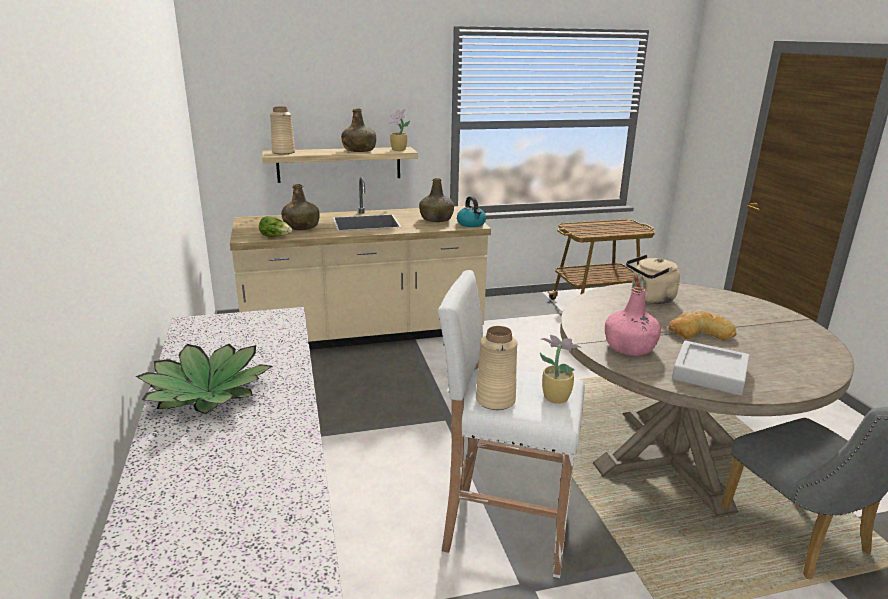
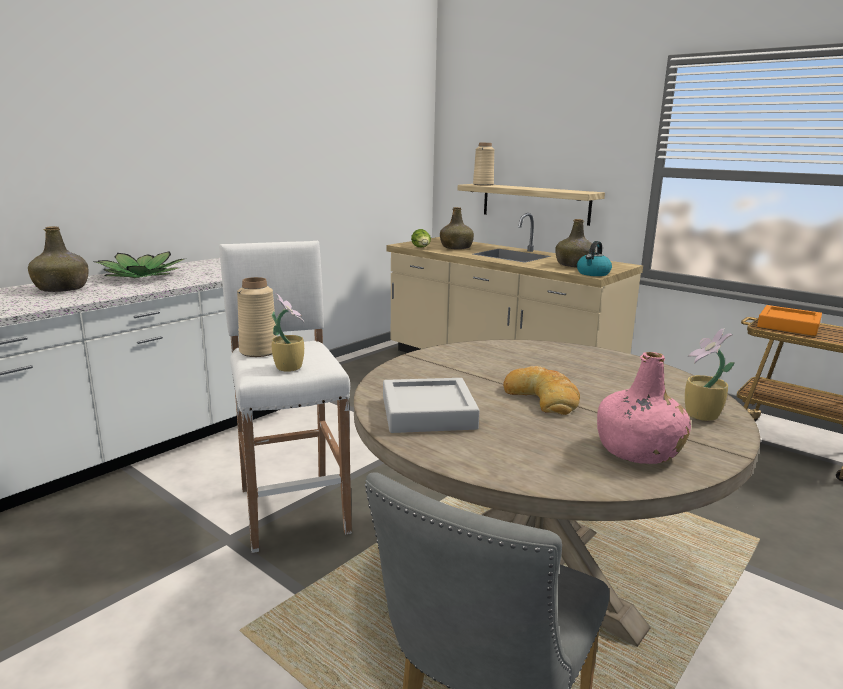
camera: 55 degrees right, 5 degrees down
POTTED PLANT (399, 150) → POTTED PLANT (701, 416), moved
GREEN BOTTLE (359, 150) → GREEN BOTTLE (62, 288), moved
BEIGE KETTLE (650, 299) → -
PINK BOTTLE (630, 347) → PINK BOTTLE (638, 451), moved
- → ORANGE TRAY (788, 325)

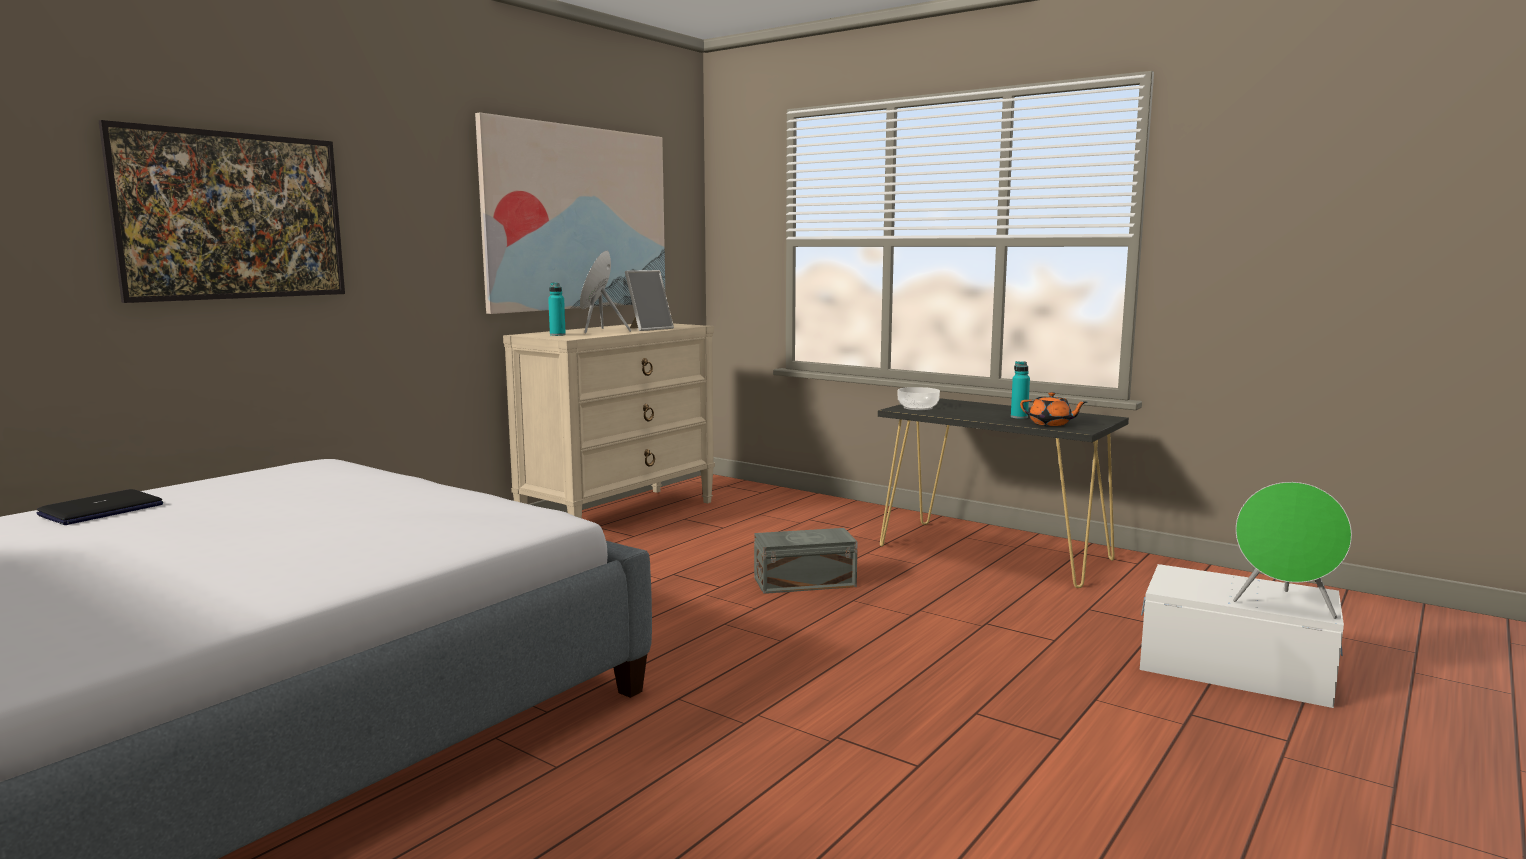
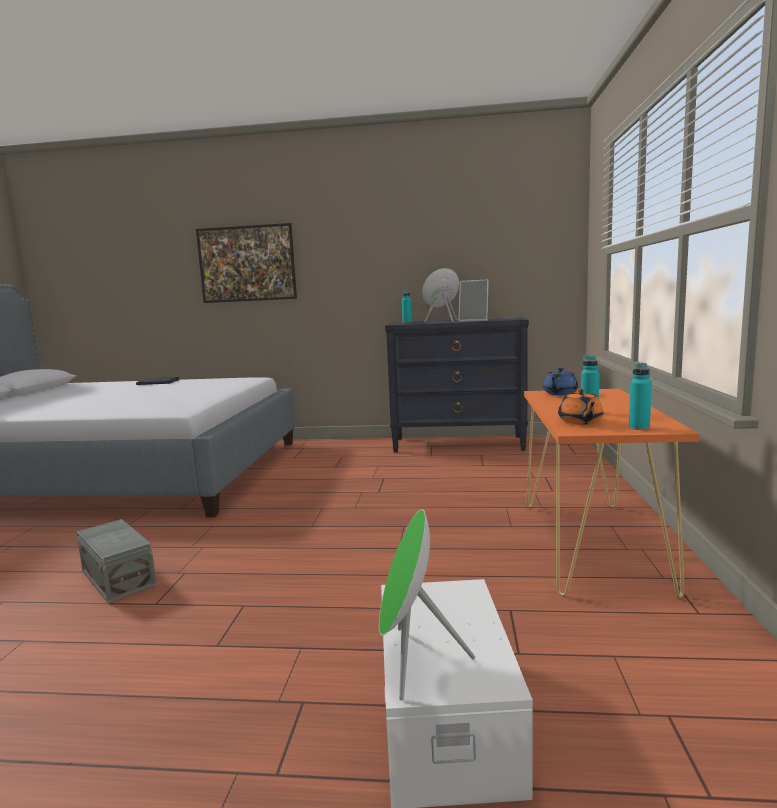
camera: 60 degrees right, 0 degrees up
PICTURE (578, 218) → -
BEIGE DRESSER (620, 515) → BLACK DRESSER (459, 444)
BOWL (918, 407) → BLUE TEAPOT (559, 393)
BLACK CONSOLE TABLE (994, 553) → ORANGE CONSOLE TABLE (591, 544)
GREY STORAGE BOX (802, 581) → GREY STORAGE BOX (119, 577), moved
- → TURQUOISE BOTTLE (639, 428)

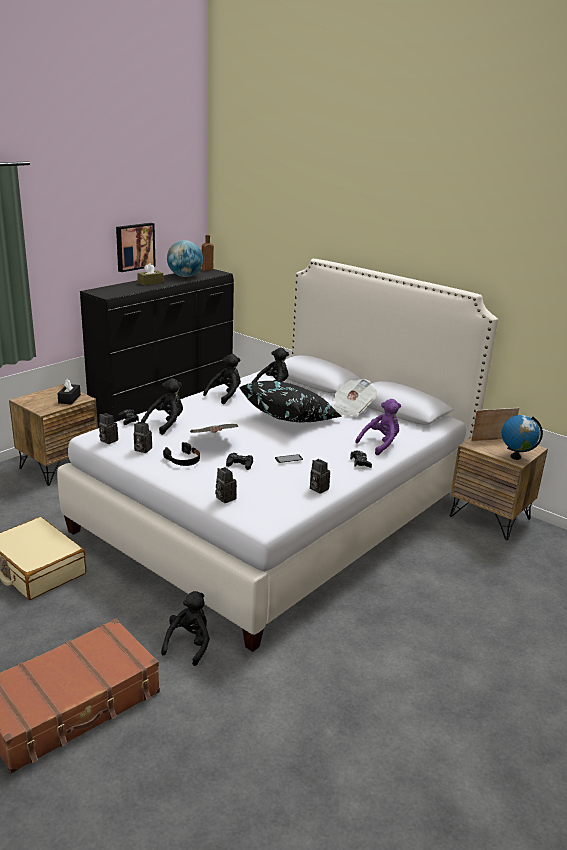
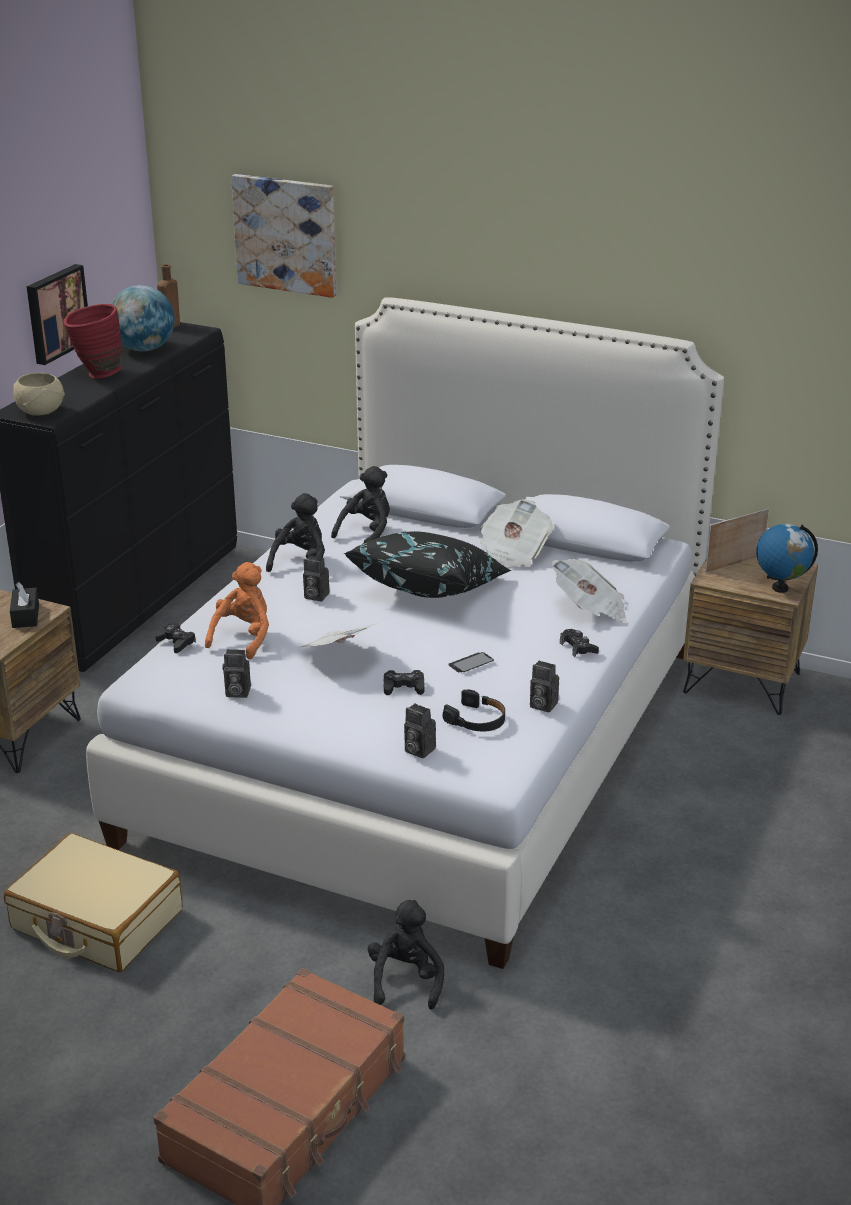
camera: 15 degrees left, 5 degrees up
BROWN TISSUE BOX (150, 282) → RED VASE (96, 374)
BLACK PLUSH TOY (166, 424) → ORANGE PLUSH TOY (243, 637)
PURPLE PLUSH TOY (380, 444) → NEWSPAPER (590, 609)
PHOTO CAMERA (107, 440) → PHOTO CAMERA (314, 596), moved
BLACK HEADPHONES (183, 460) → BLACK HEADPHONES (476, 720), moved
- → PICTURE (286, 234)
- → BEIGE BOWL (39, 412)

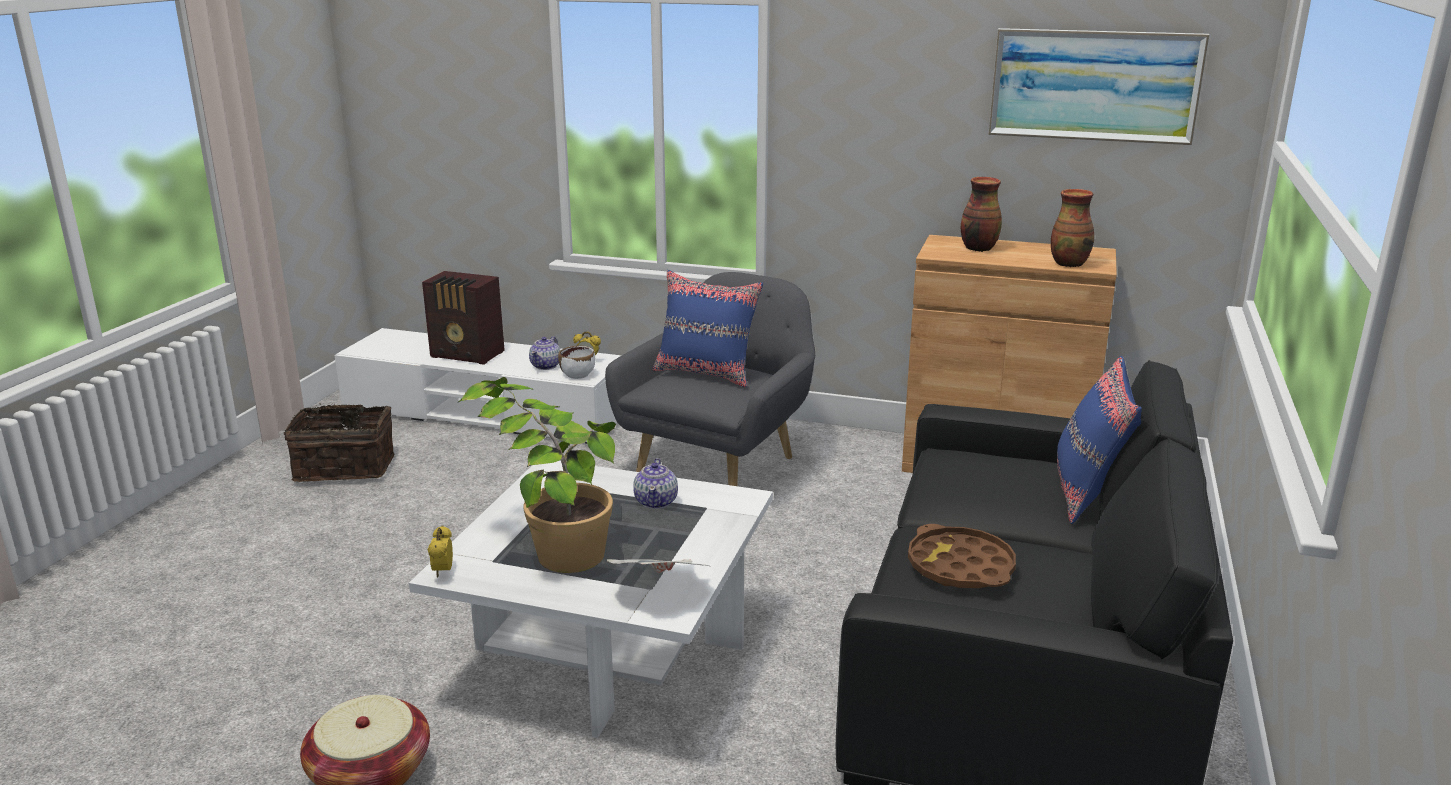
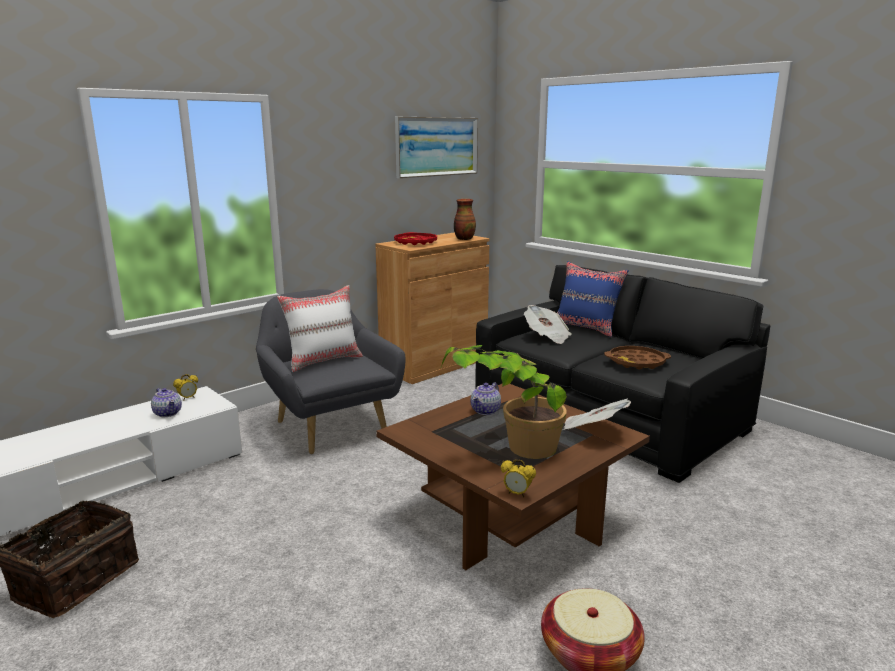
camera: 60 degrees left, 5 degrees down
VASE (977, 248) → RED TRAY (415, 242)
BLUE PILLOW (706, 373) → WHITE PILLOW (324, 360)
RADIO (468, 355) → -
WHITE BOWL (578, 375) → -
TEAPOT (656, 501) → TEAPOT (486, 410), 90 degrees clockwise
WHITE COFFEE TABLE (609, 648) → BROWN COFFEE TABLE (509, 516)
- → NEWSPAPER (547, 336)

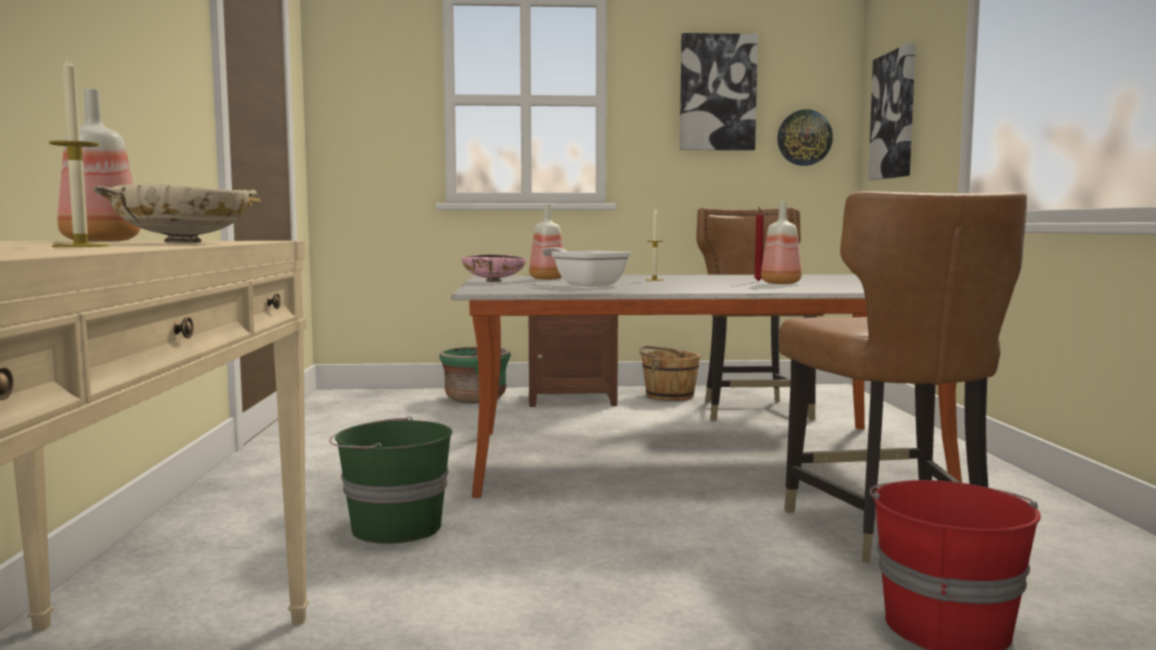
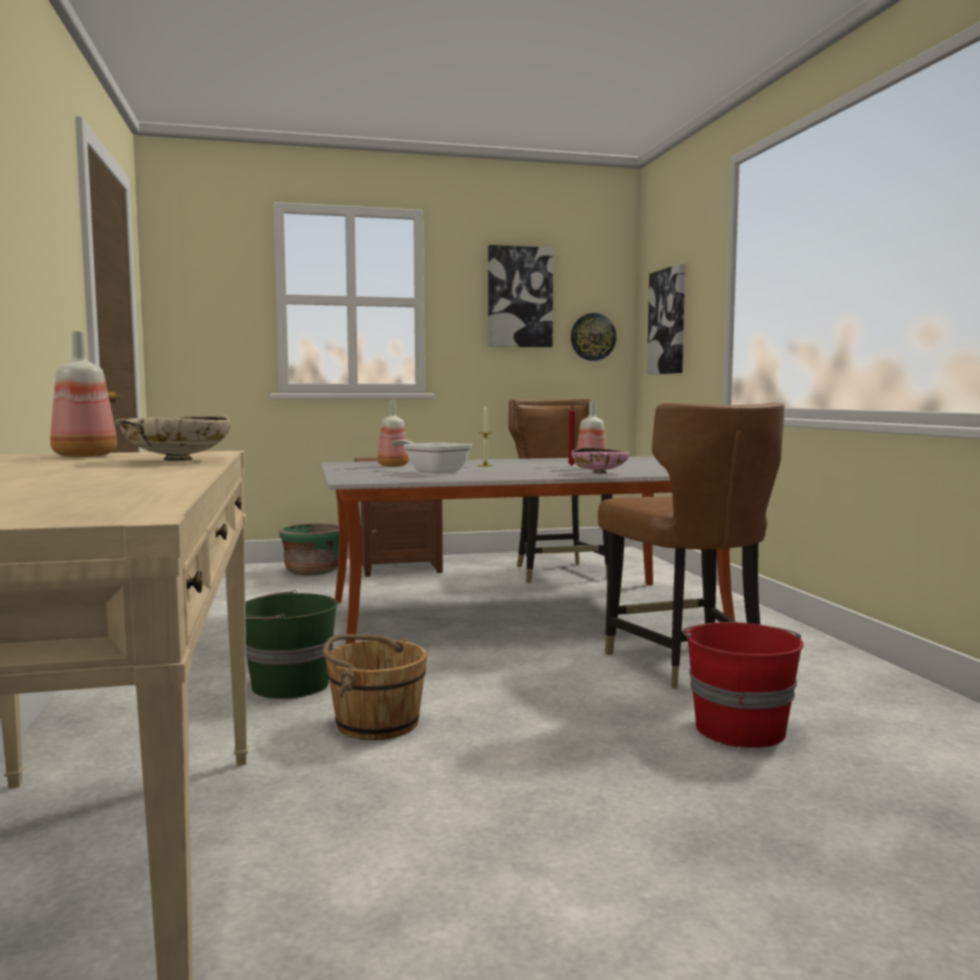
camera: 10 degrees left, 0 degrees up
CANDLE (81, 246) → -
PINK BOWL (494, 281) → PINK BOWL (600, 473), moved
BROWN BUCKET (669, 395) → BROWN BUCKET (376, 723), moved

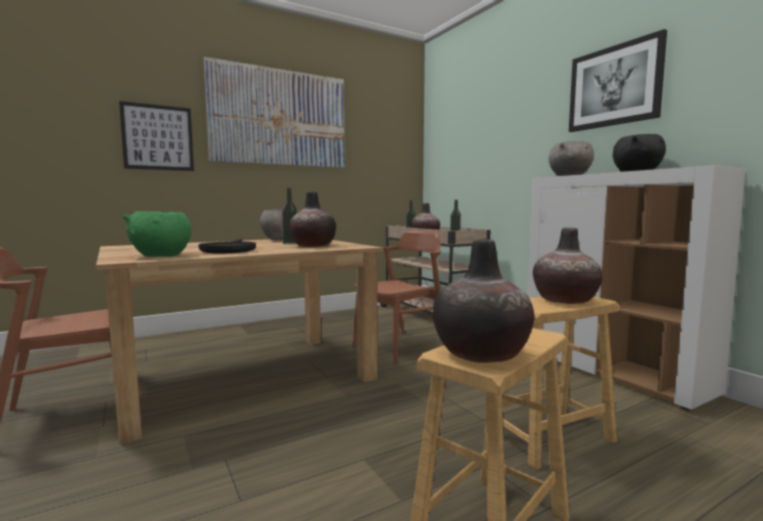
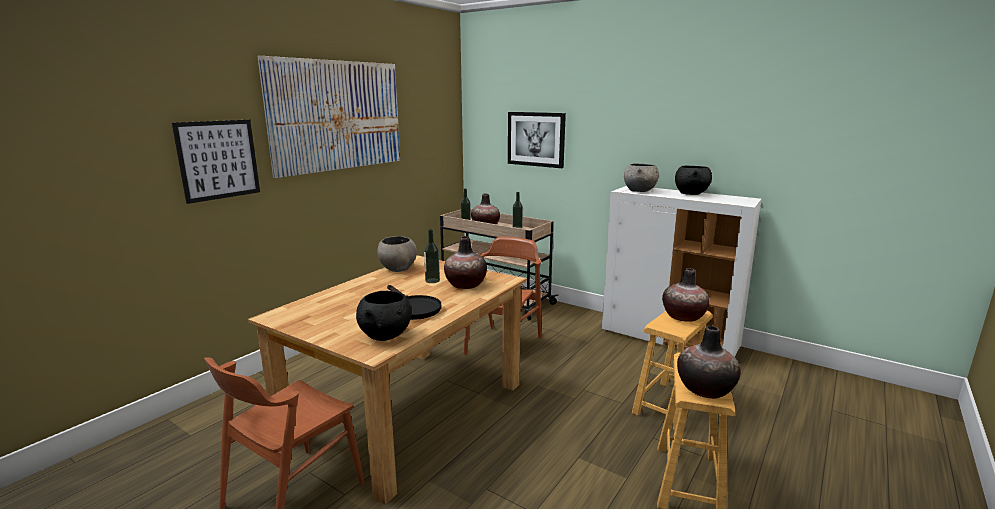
camera: 25 degrees left, 10 degrees up
PICTURE (614, 86) → PICTURE (536, 139), moved
GREEN BOWL (161, 256) → BLACK BOWL (386, 335)

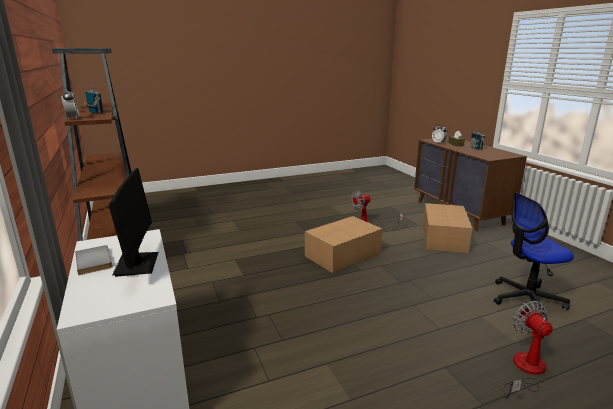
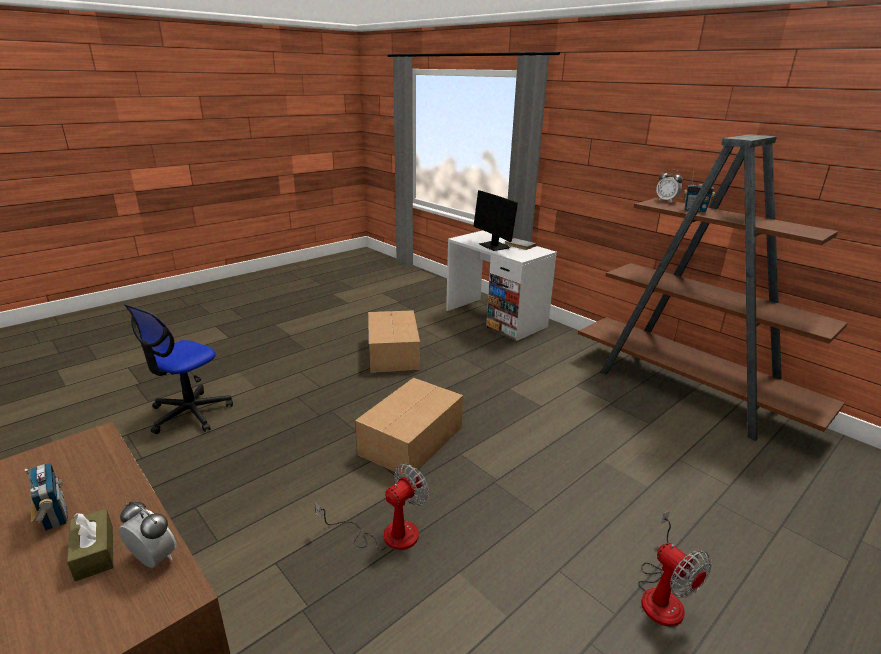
camera: 160 degrees right, 5 degrees up
OFFICE CHAIR (526, 300) → OFFICE CHAIR (190, 413), 150 degrees clockwise
CARDBOARD BOX (443, 238) → CARDBOARD BOX (393, 352), moved
FAN (526, 370) → FAN (662, 594), moved

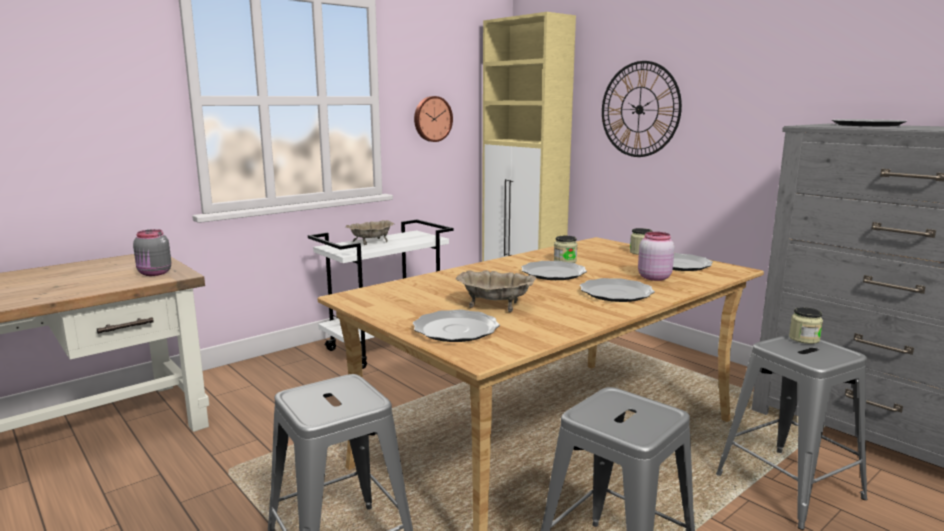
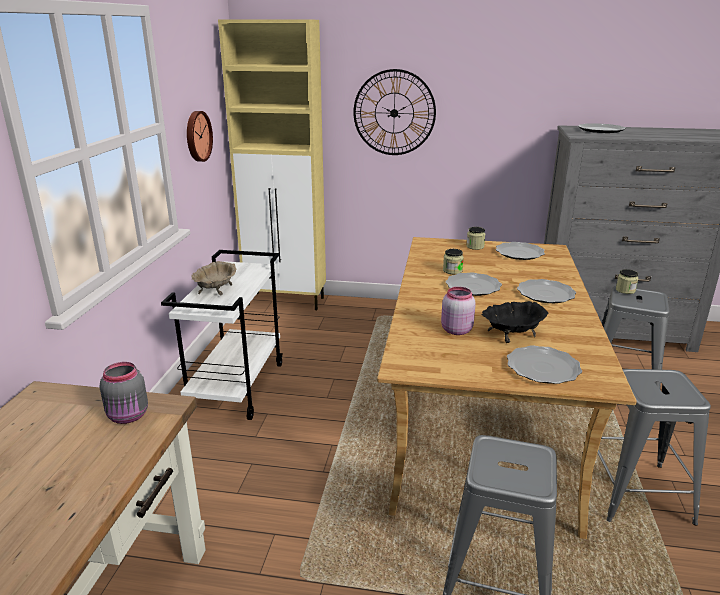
camera: 40 degrees left, 10 degrees up
PINK JAR (653, 277) → PINK JAR (455, 330), moved
BEIGE BOWL (495, 305) → BLACK BOWL (512, 334)

